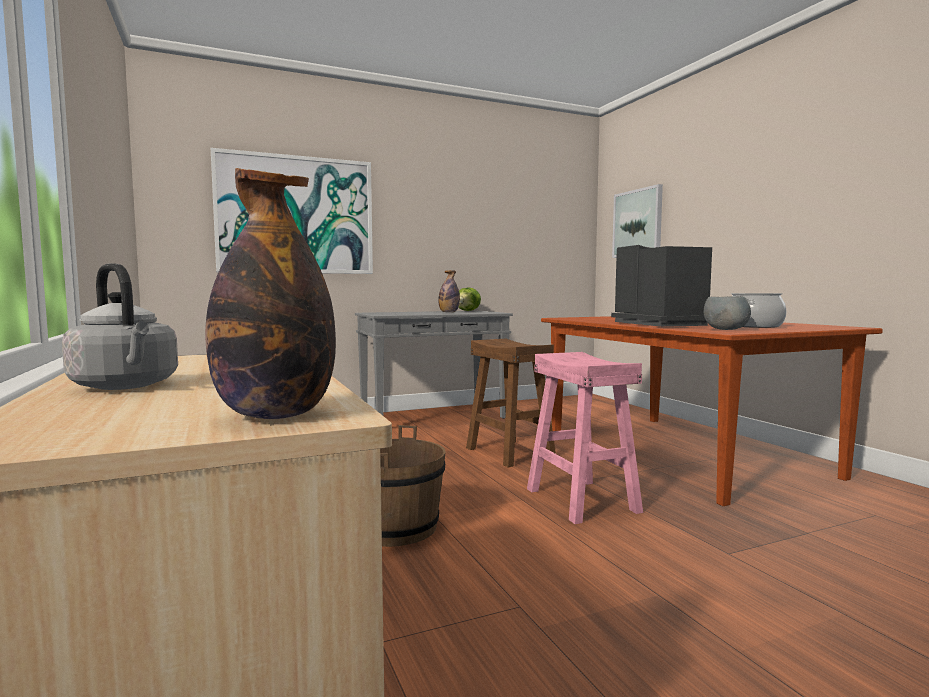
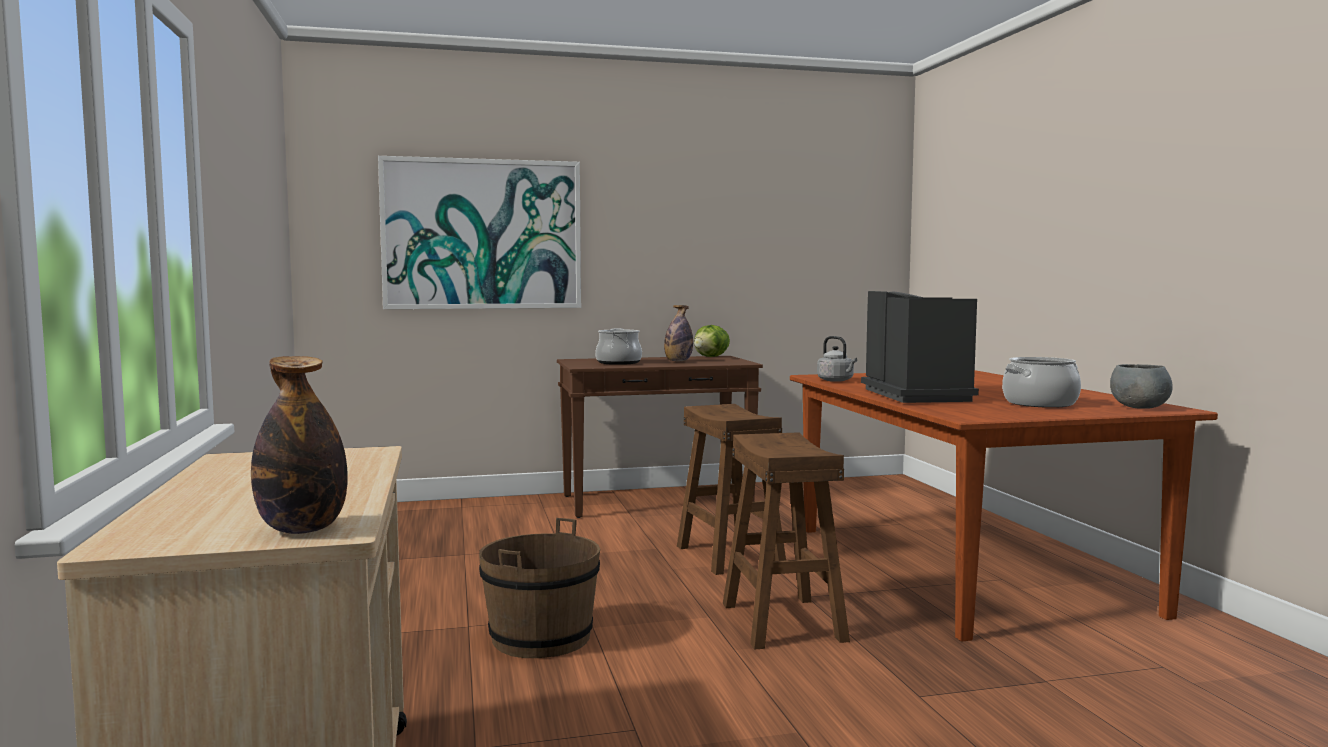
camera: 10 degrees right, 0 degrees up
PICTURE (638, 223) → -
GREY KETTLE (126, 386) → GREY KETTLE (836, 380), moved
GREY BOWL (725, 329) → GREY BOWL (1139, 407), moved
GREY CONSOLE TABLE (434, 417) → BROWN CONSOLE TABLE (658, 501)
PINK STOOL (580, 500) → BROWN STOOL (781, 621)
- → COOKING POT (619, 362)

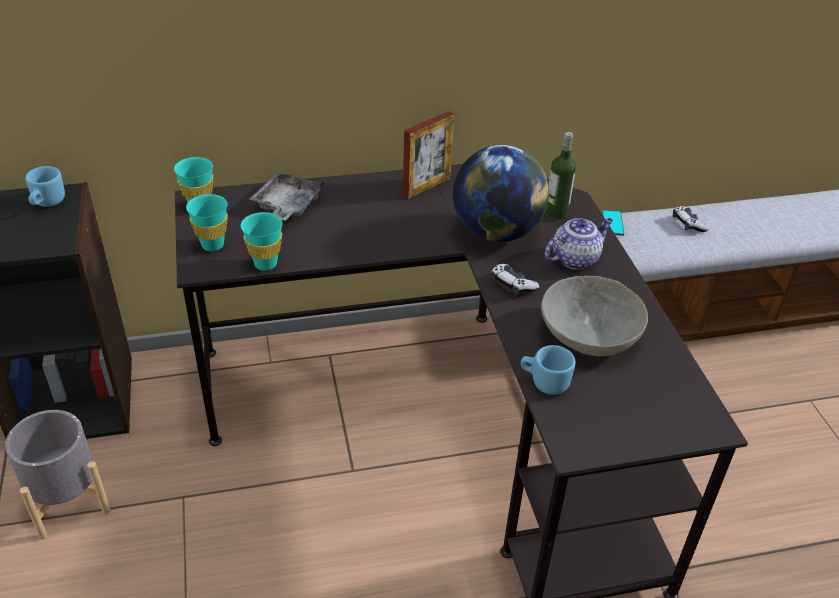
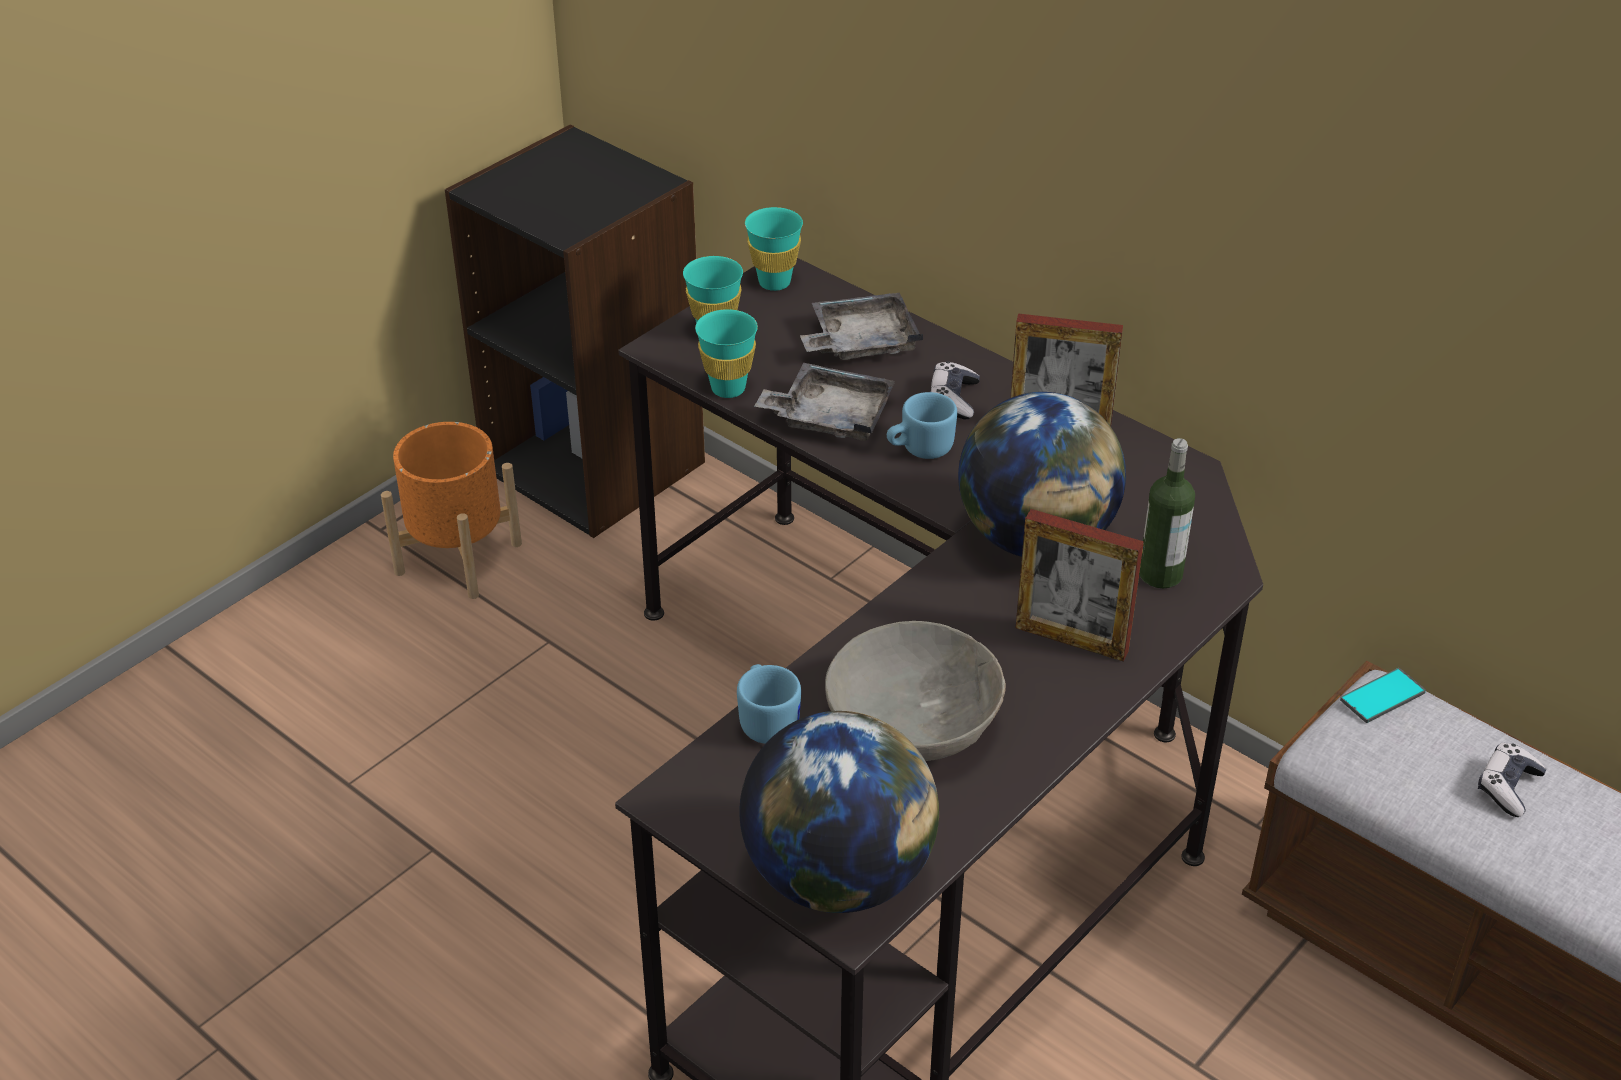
camera: 55 degrees right, 0 degrees up
BLUE MUG (46, 203) → BLUE MUG (919, 449), moved
TEAPOT (575, 258) → PICTURE FRAME (1071, 639)
GAME CONTROLLER (512, 285) → GAME CONTROLLER (953, 399), moved
GREY PLANTER (67, 500) → ORANGE PLANTER (459, 557)
- → GREY TRAY (830, 417)
- → GLOBE (838, 877)

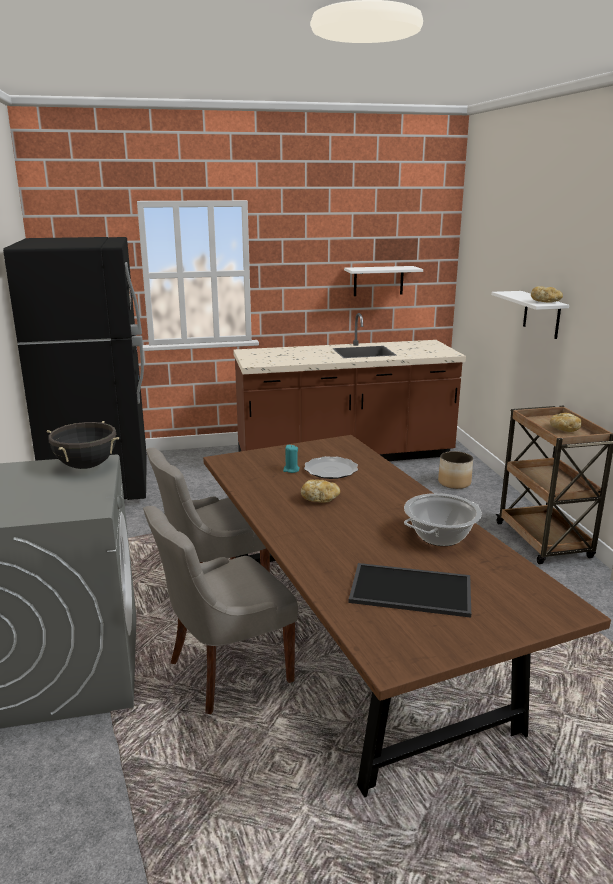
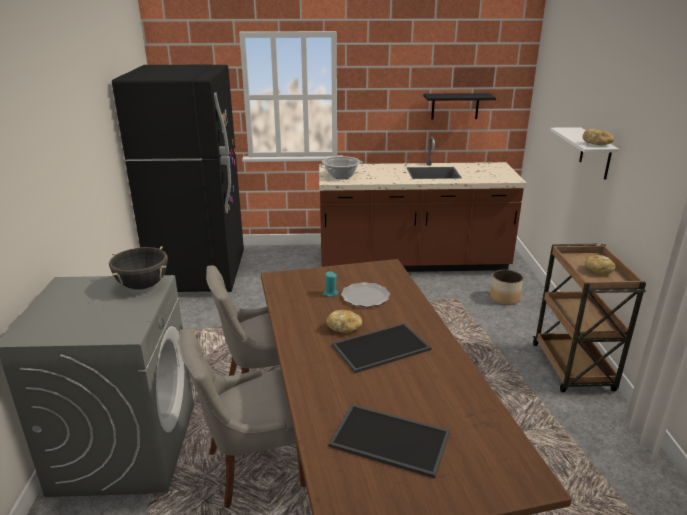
camera: 10 degrees right, 5 degrees up
WHITE SHELF (378, 281) → BLACK SHELF (455, 106)
COOKING POT (440, 536) → COOKING POT (341, 176), moved
- → TRAY (381, 348)

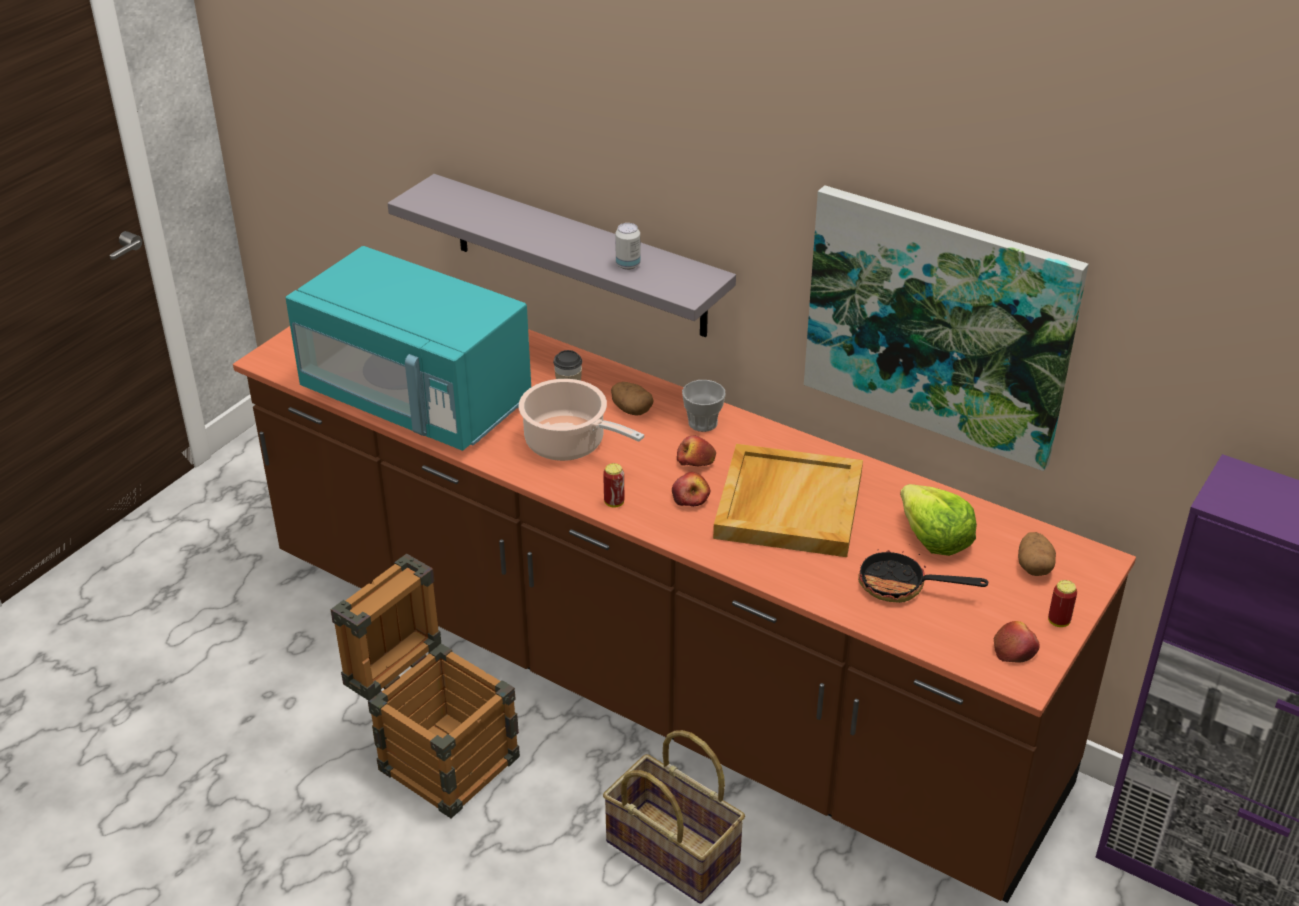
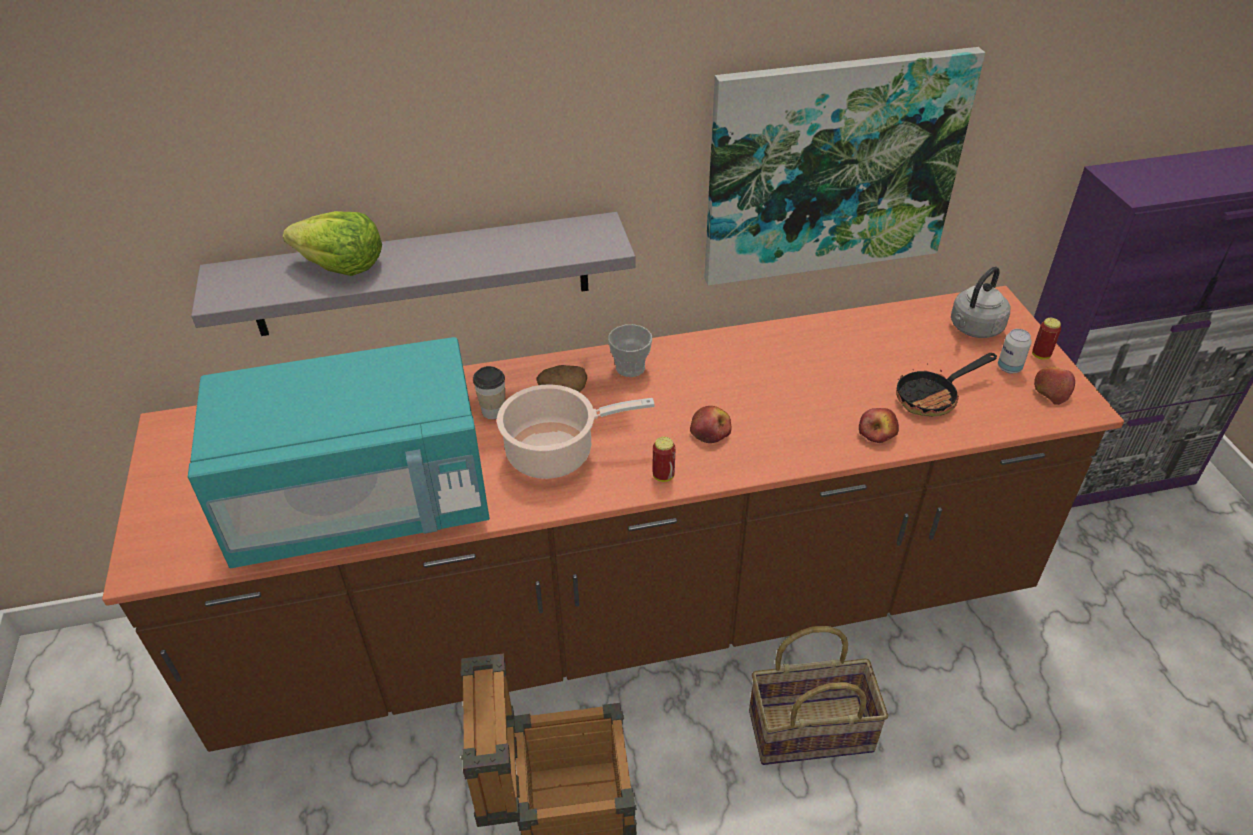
camera: 45 degrees left, 5 degrees up
CAN (628, 265) → CAN (1009, 368), moved
APPLE (695, 461) → APPLE (877, 433), moved
BEIGE TRAY (788, 504) → -
LETTUCE (933, 539) → LETTUCE (341, 266), moved
POTATO (1034, 566) → GREY KETTLE (974, 329)

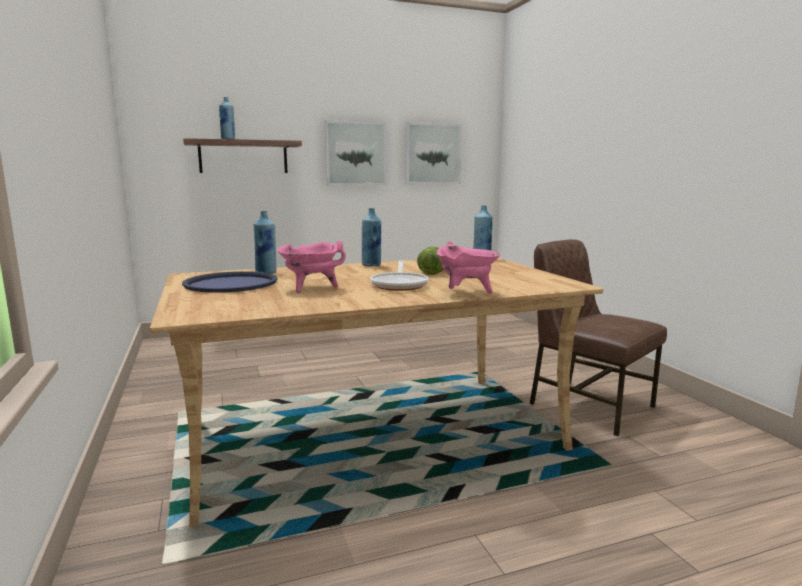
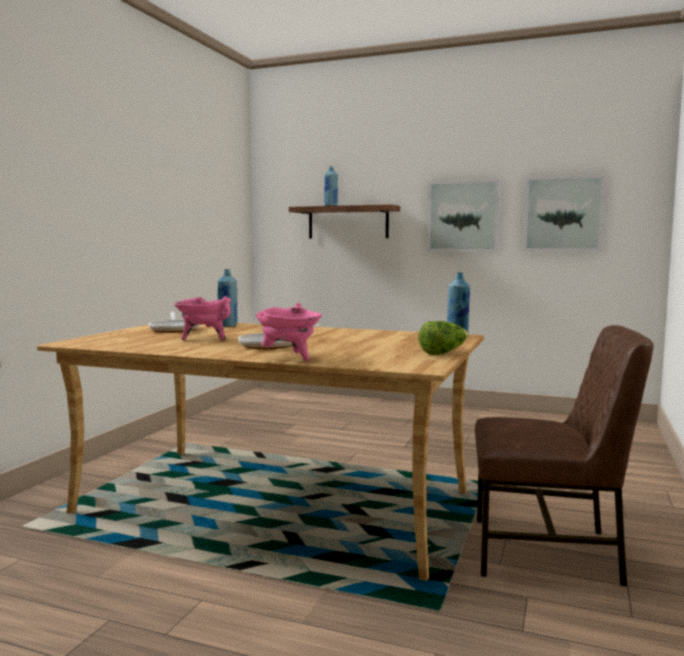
camera: 40 degrees right, 5 degrees down
BLUE BOTTLE (371, 265) → -
BROWN CHAIR (589, 405) → BROWN CHAIR (547, 552), 105 degrees clockwise
LETTUCE (432, 272) → LETTUCE (443, 353), moved
BLUE TRAY (231, 283) → FRYING PAN (174, 329)

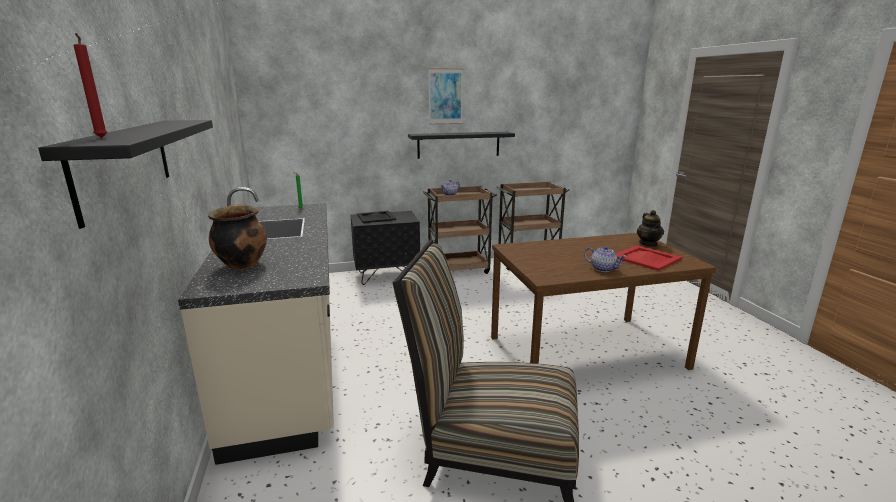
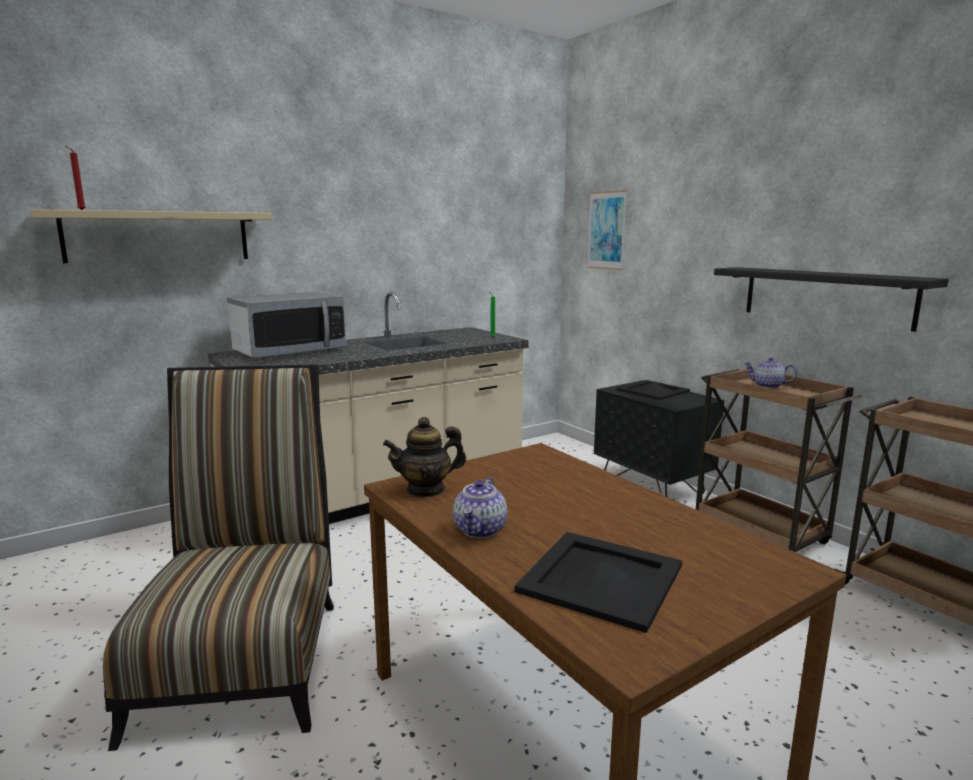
camera: 70 degrees right, 5 degrees down
PICTURE (445, 96) → PICTURE (606, 230), moved
BLACK SHELF (125, 164) → BEIGE SHELF (158, 236)
COOKING POT (242, 264) → MICROWAVE (290, 351)
TEAPOT (648, 244) → TEAPOT (426, 490), moved
RED TRAY (646, 258) → BLACK TRAY (599, 578)

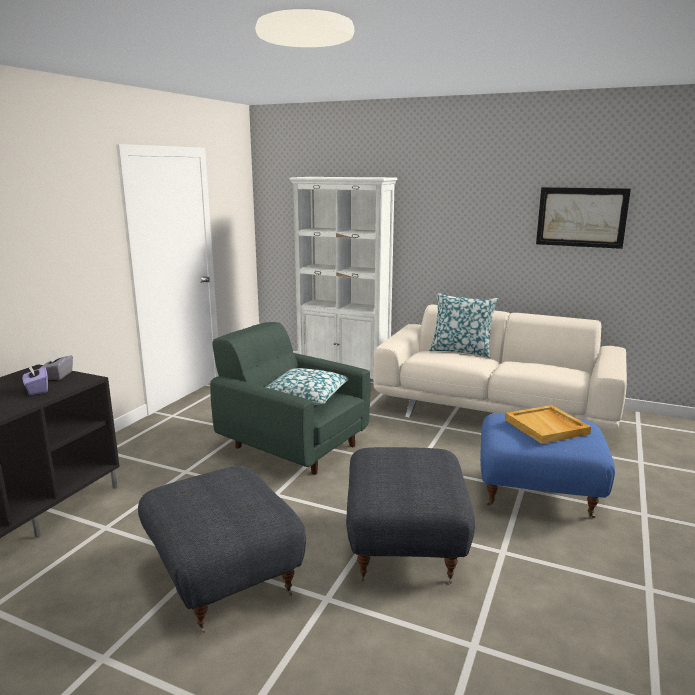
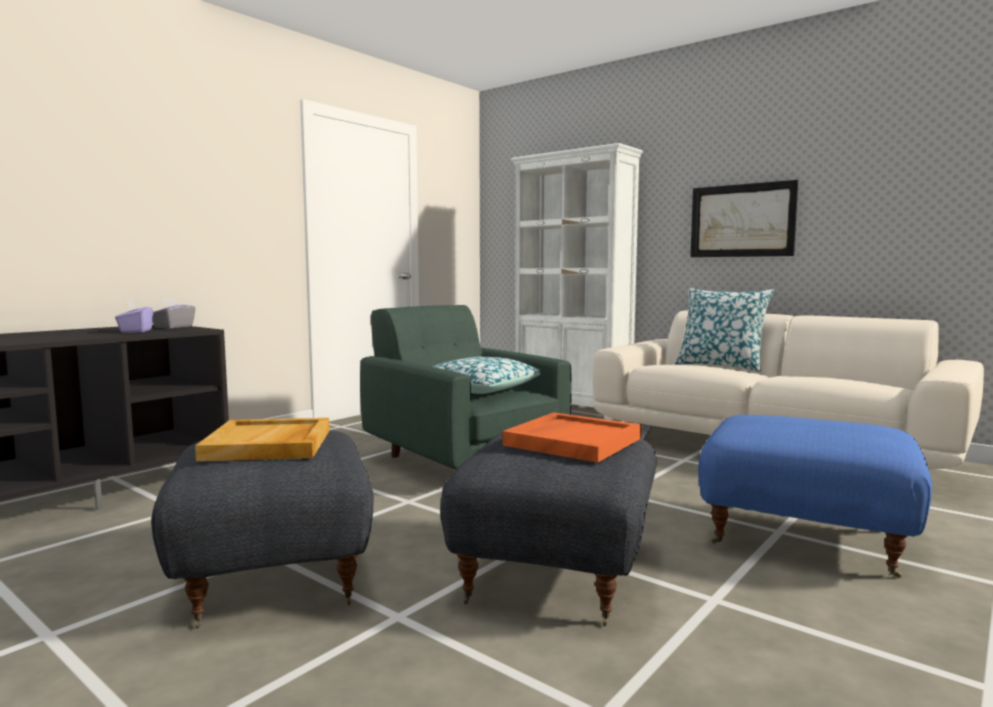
camera: 15 degrees right, 10 degrees down
PICTURE (581, 217) → PICTURE (742, 220), moved
BEIGE TRAY (547, 427) → BEIGE TRAY (269, 445), moved
- → ORANGE TRAY (572, 441)

